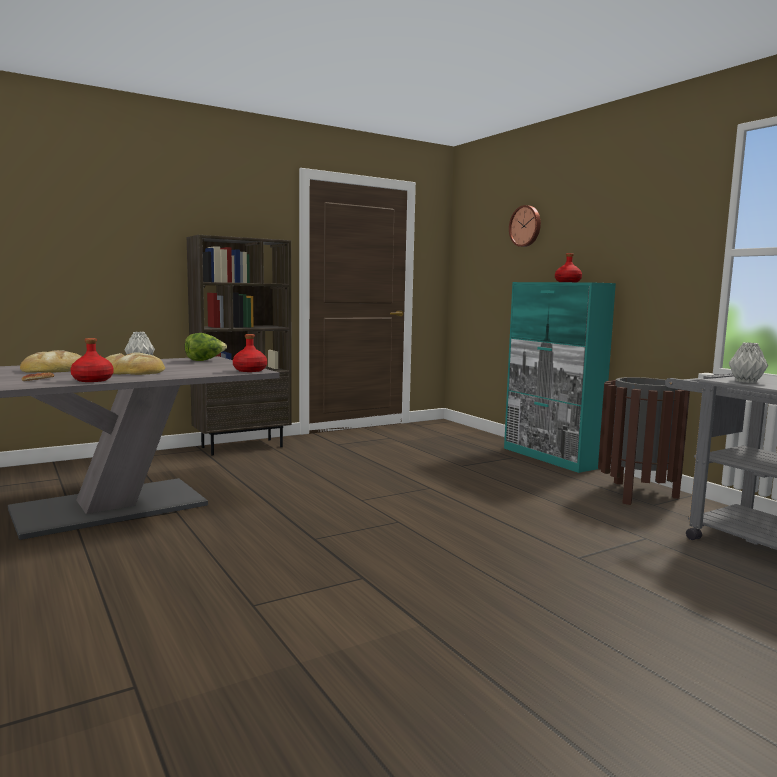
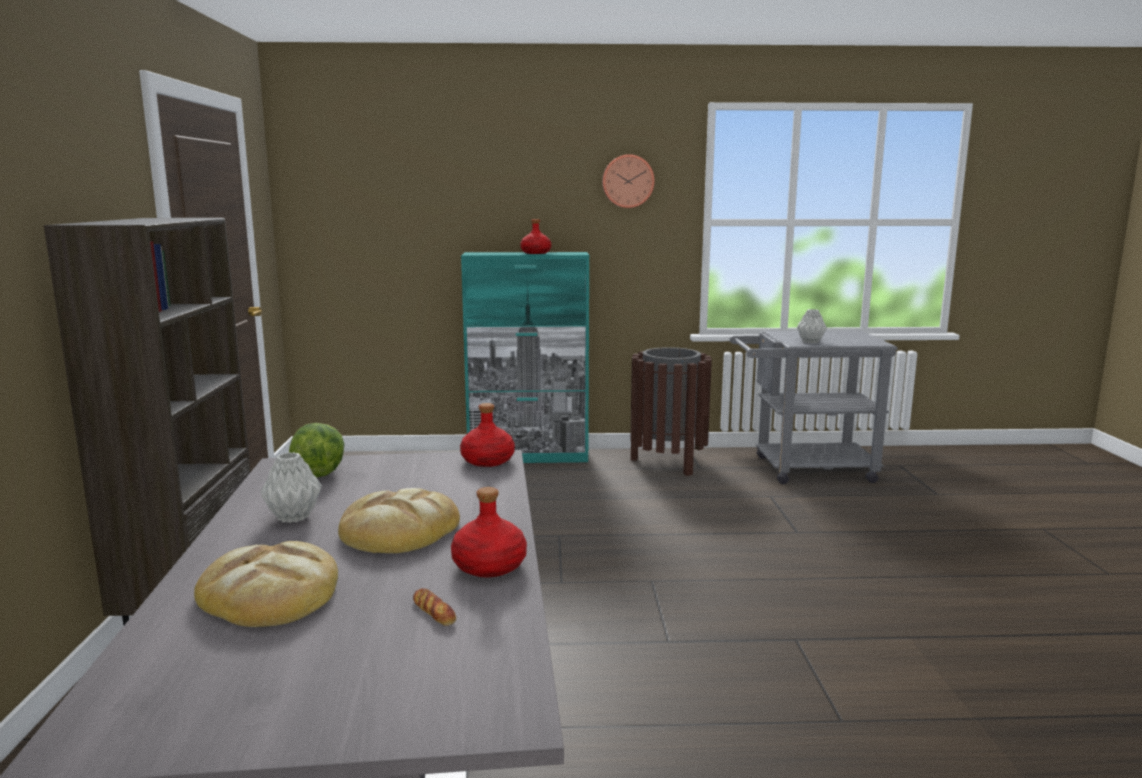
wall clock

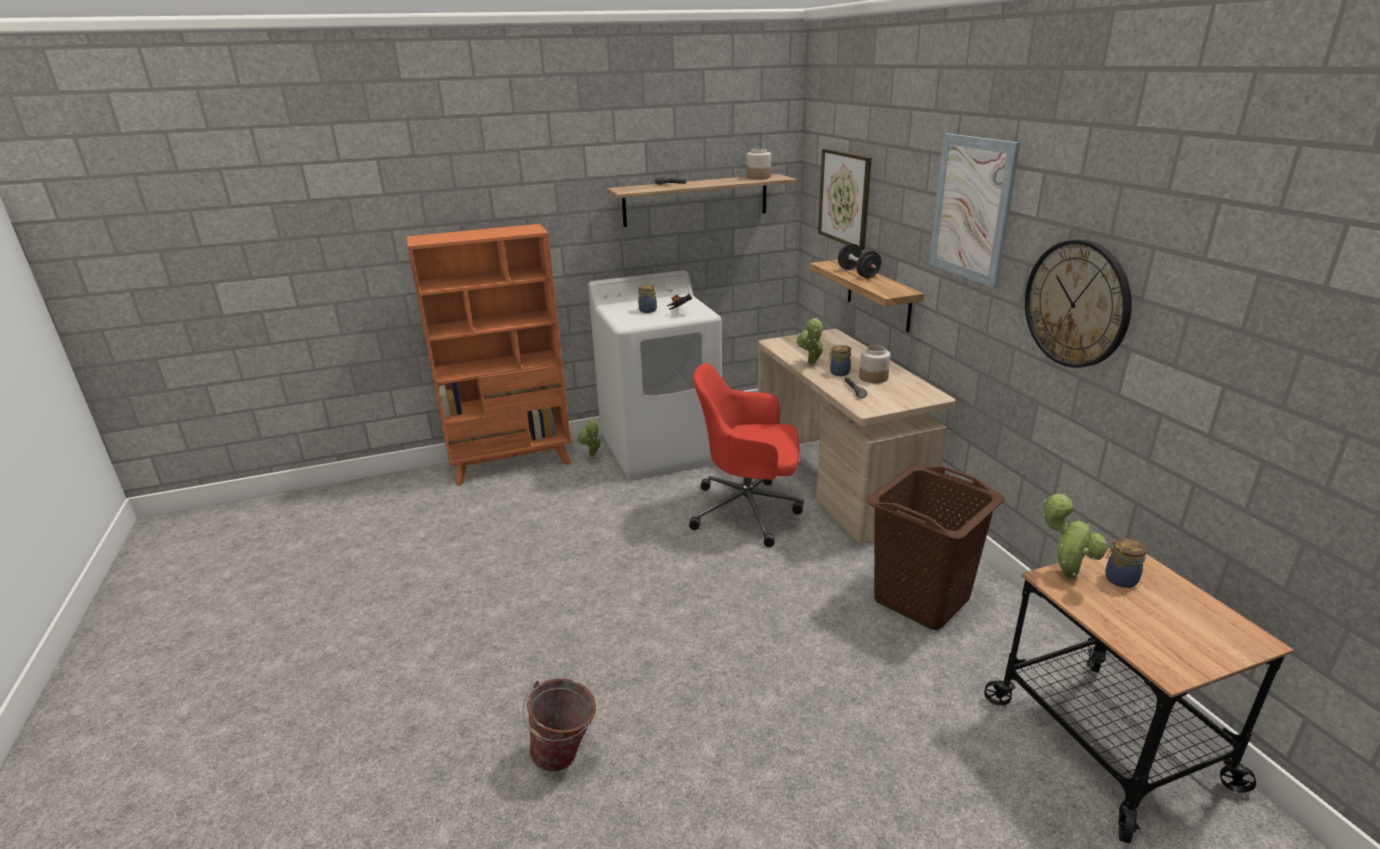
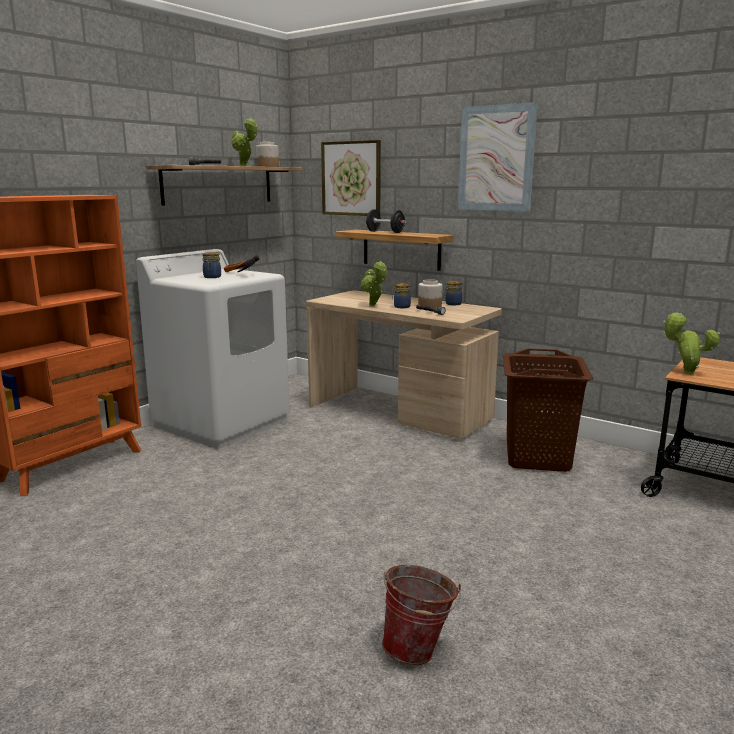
wall clock; office chair/red; potted plant (1st from left); jar (5th from left)

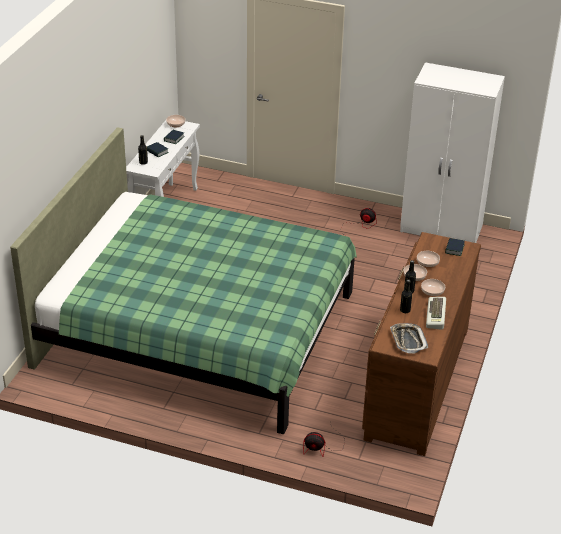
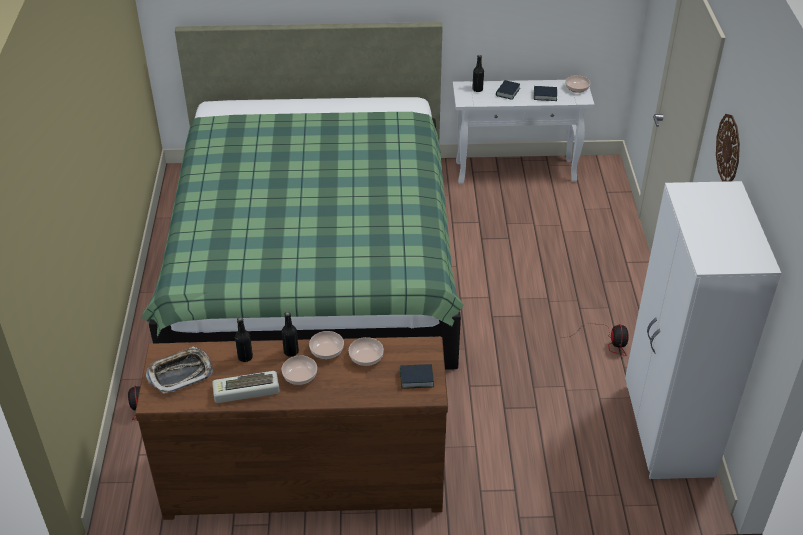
wall clock

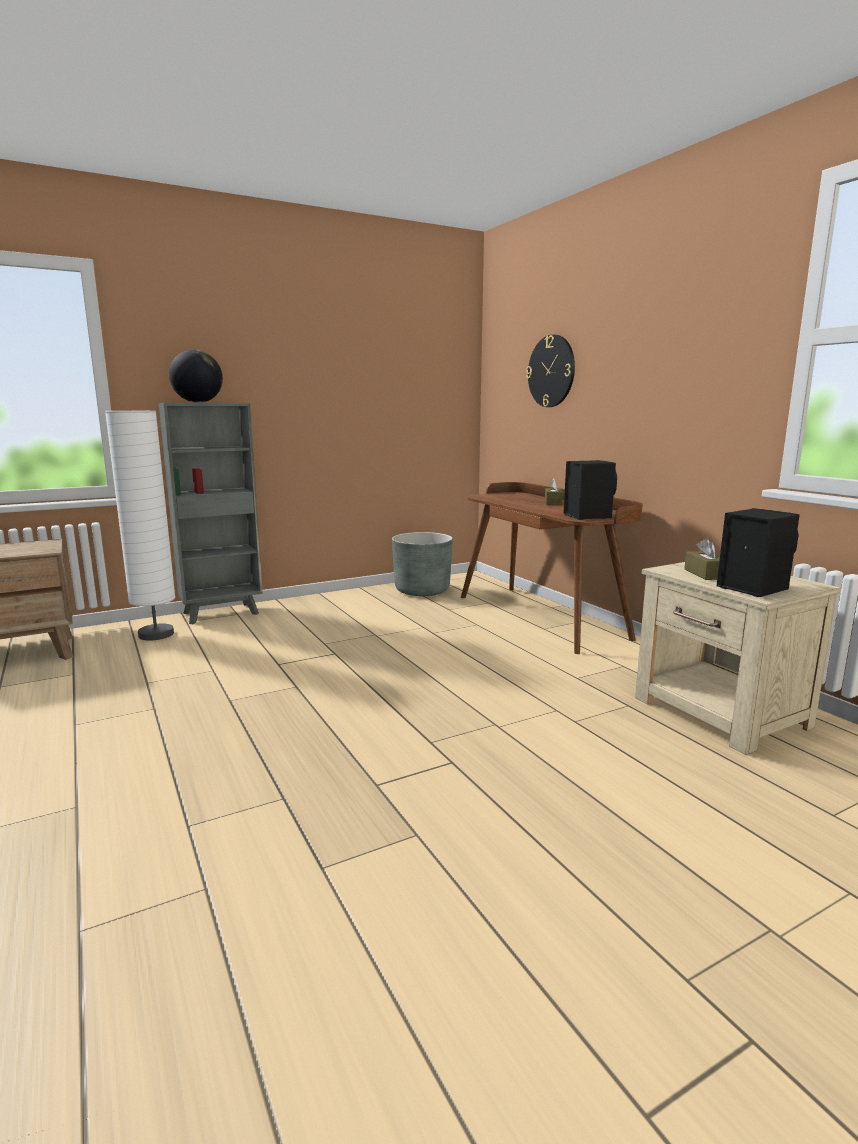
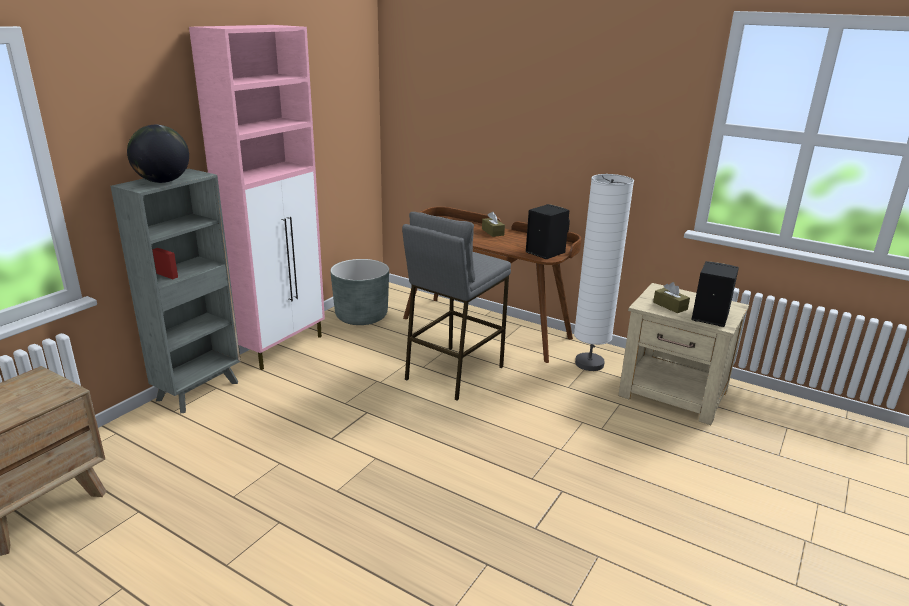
wall clock; floor lamp/white; cabinet/pink; stool/grey

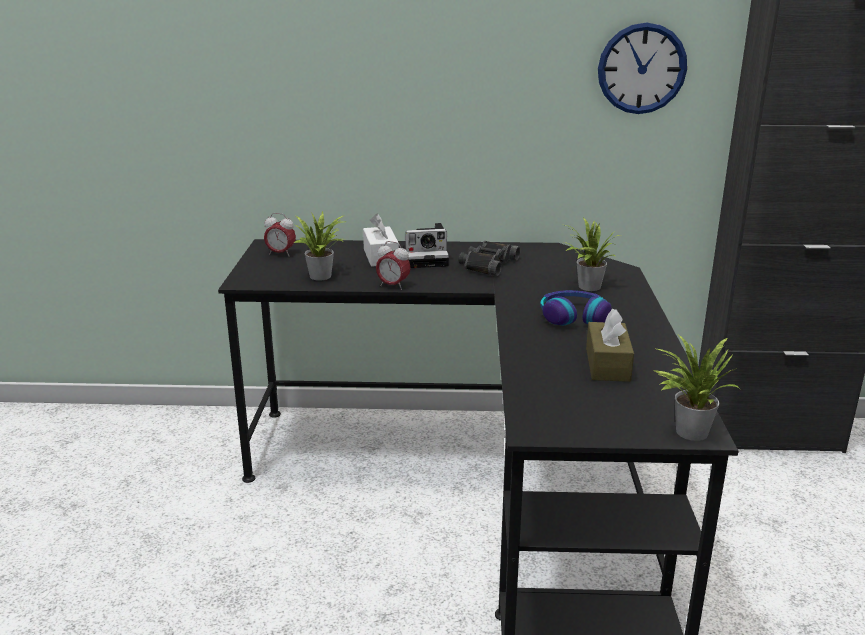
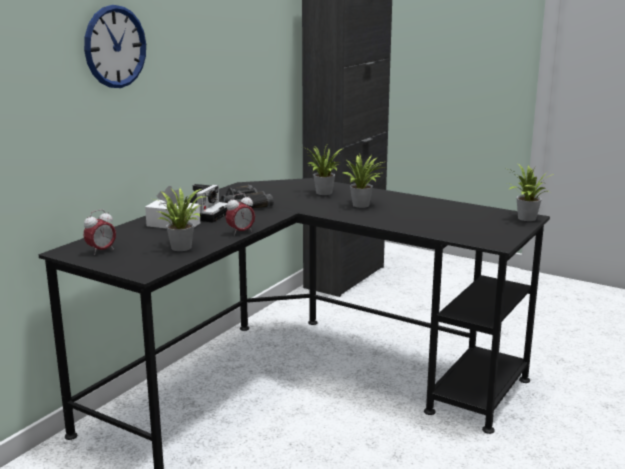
wall clock; potted plant (3rd from left); tissue box/brown

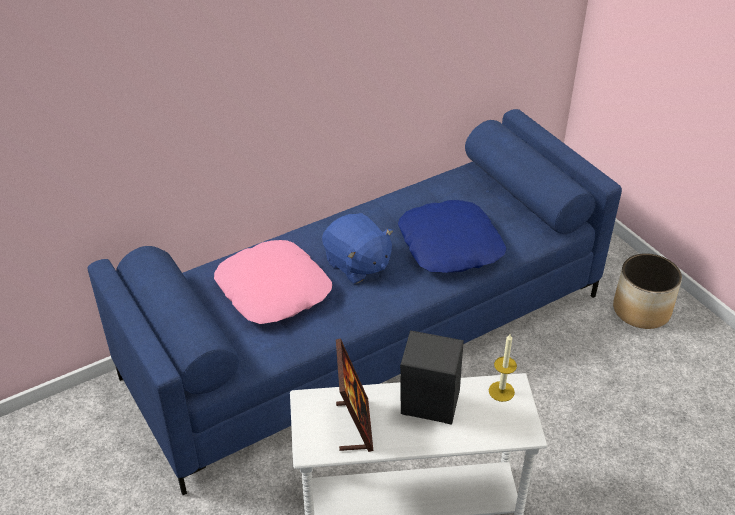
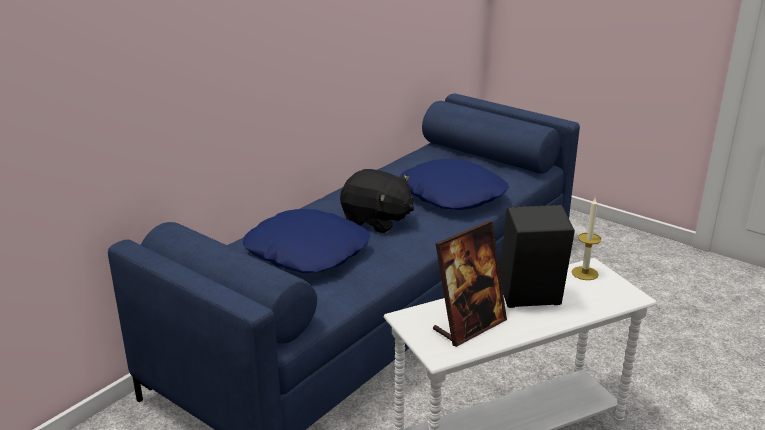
plush toy/black; pillow/blue (1st from left); planter; picture frame

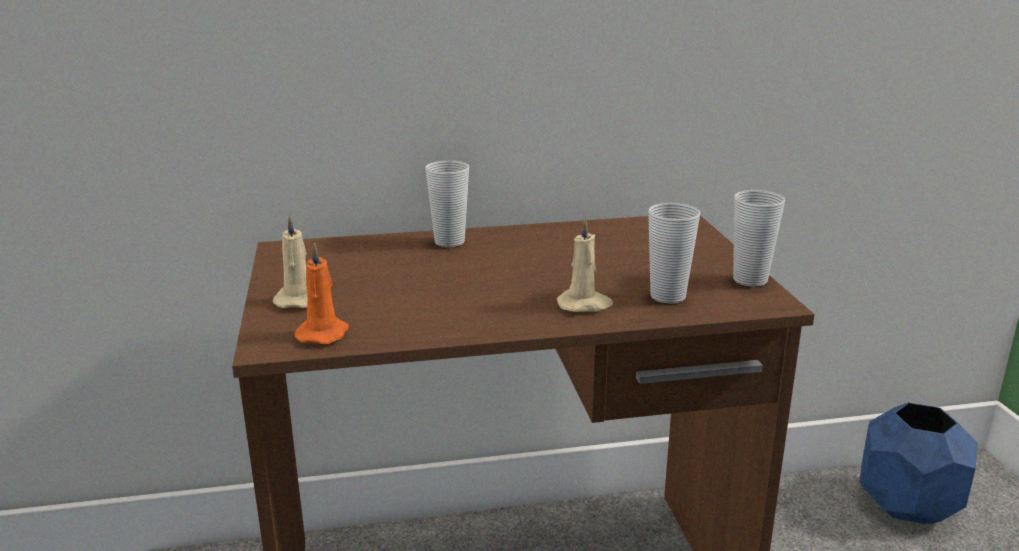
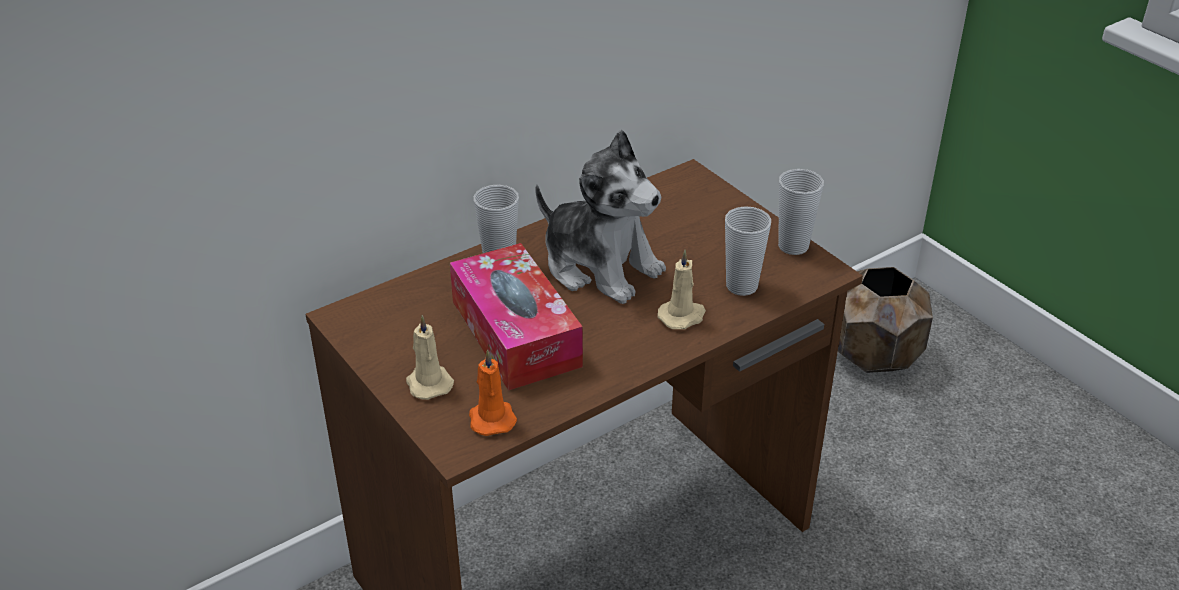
planter/brown; plush toy; tissue box

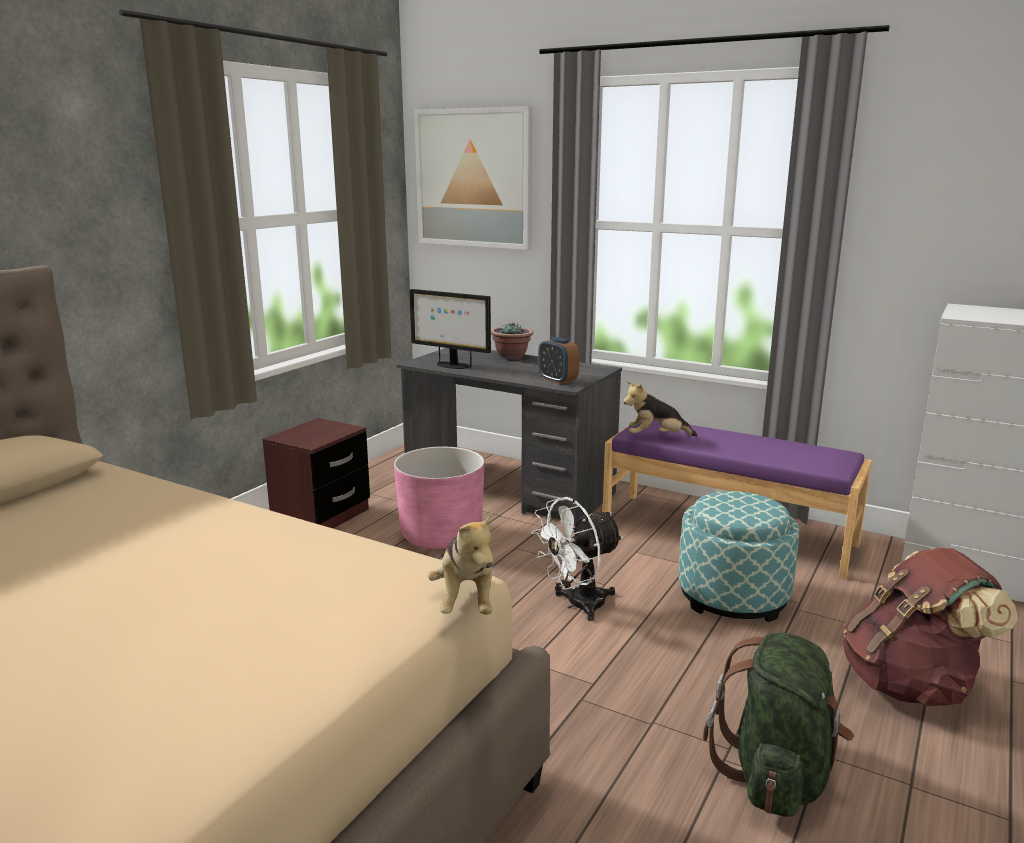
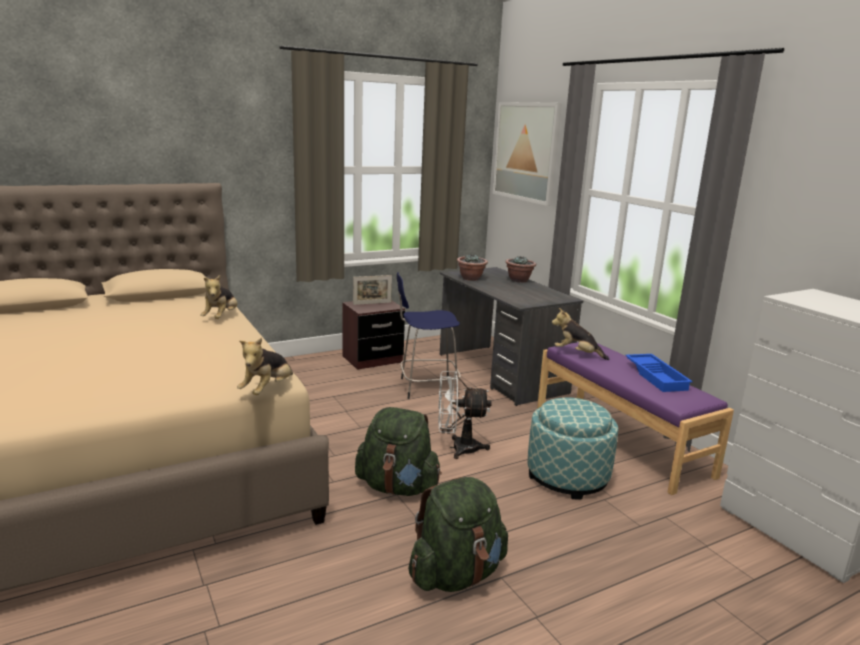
potted plant (1st from left); alarm clock; stool/blue; backpack/brown; plush toy (1st from left); picture frame; tray/blue; backpack/green (1st from left)

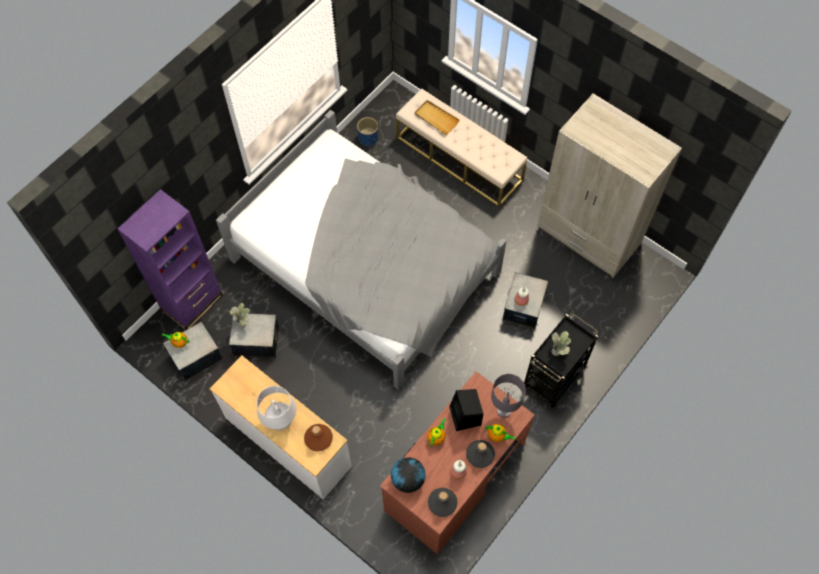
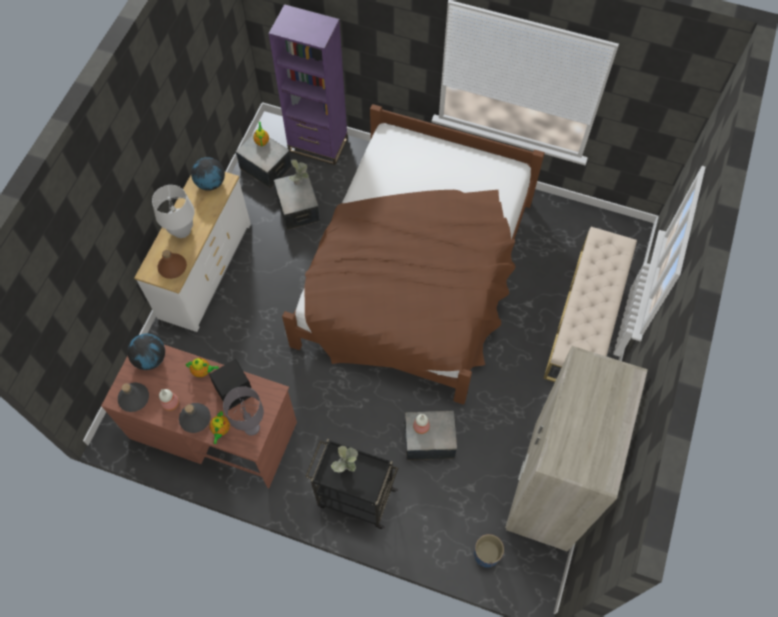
tray/beige; bed/brown; planter/blue; globe (2nd from left)

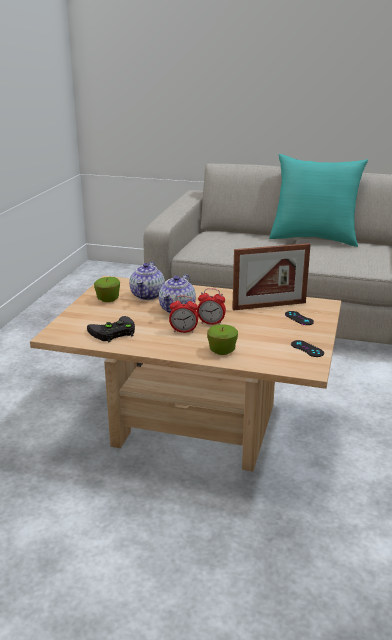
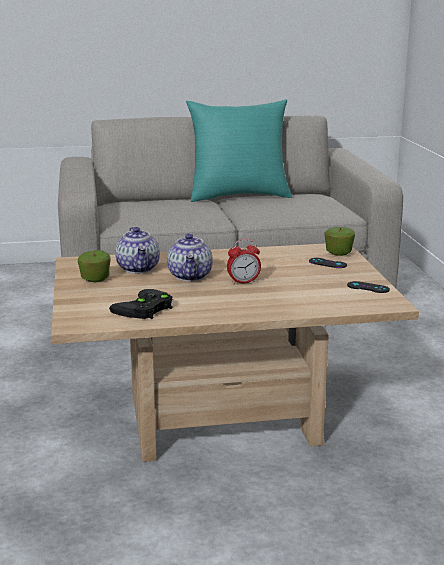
picture frame; alarm clock (1st from left in the first image); apple (2nd from left)

